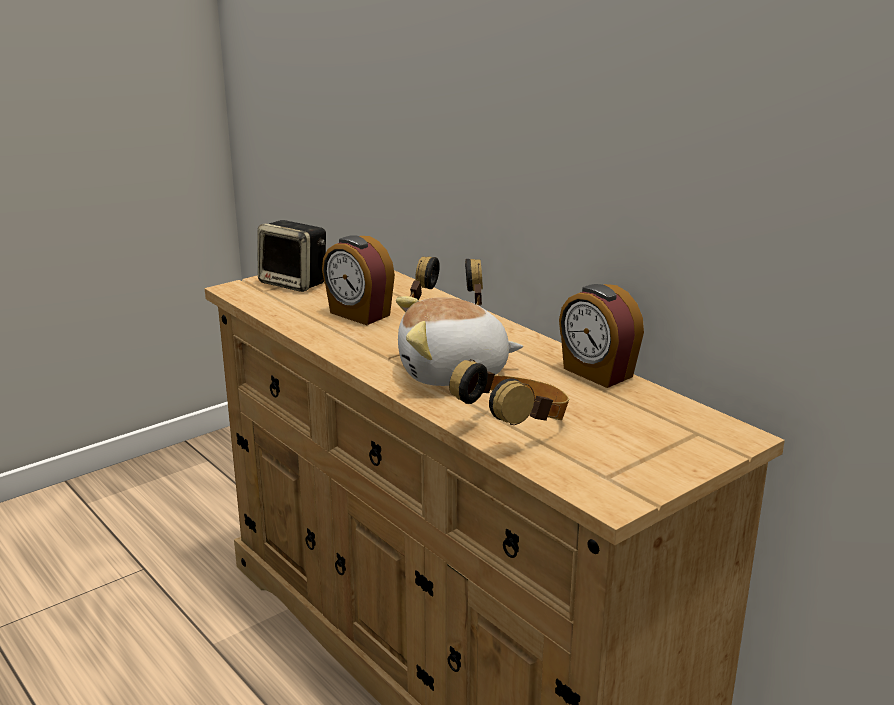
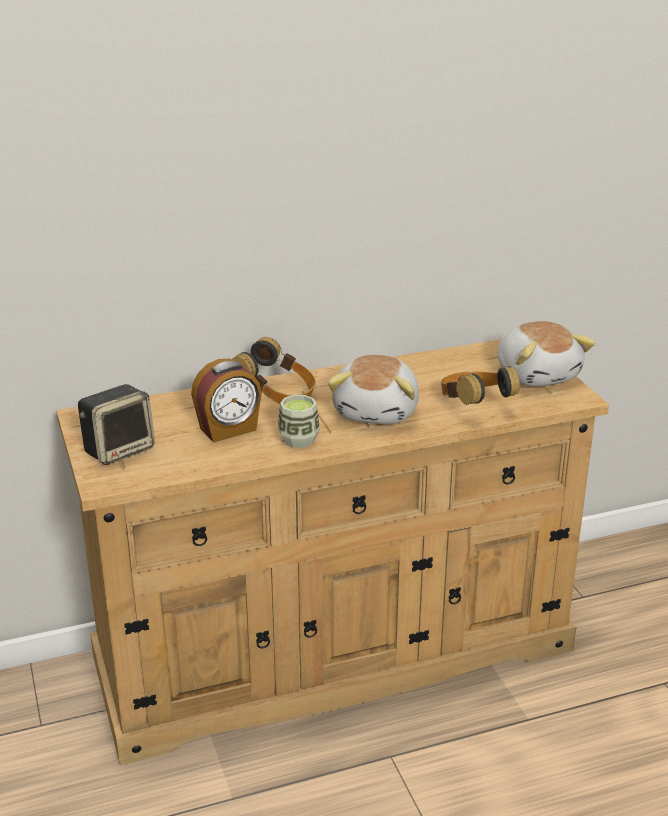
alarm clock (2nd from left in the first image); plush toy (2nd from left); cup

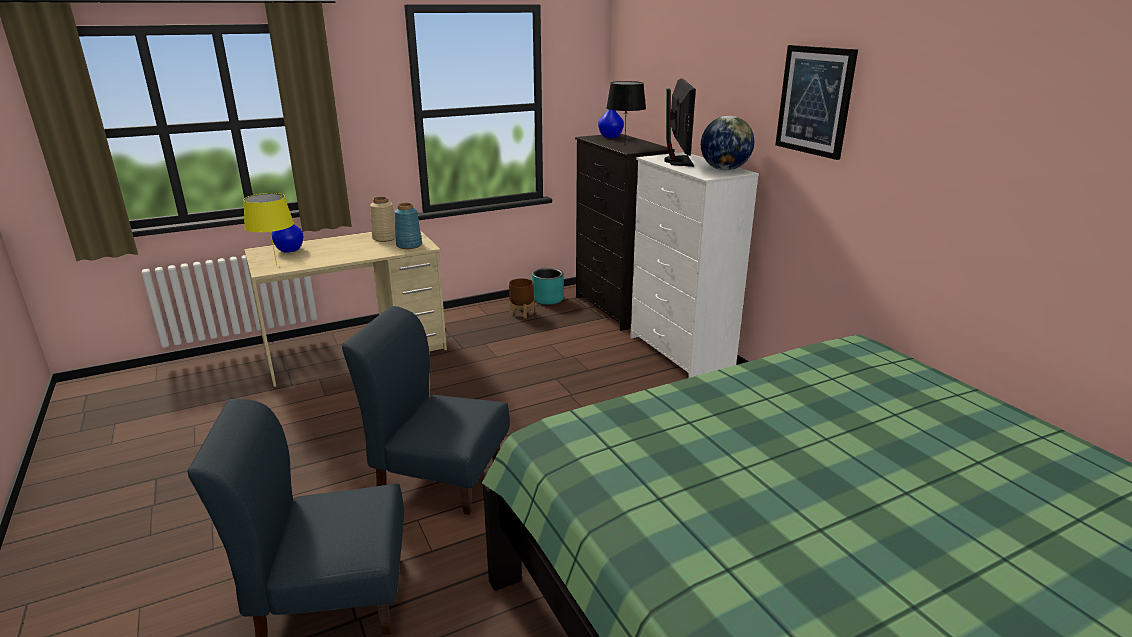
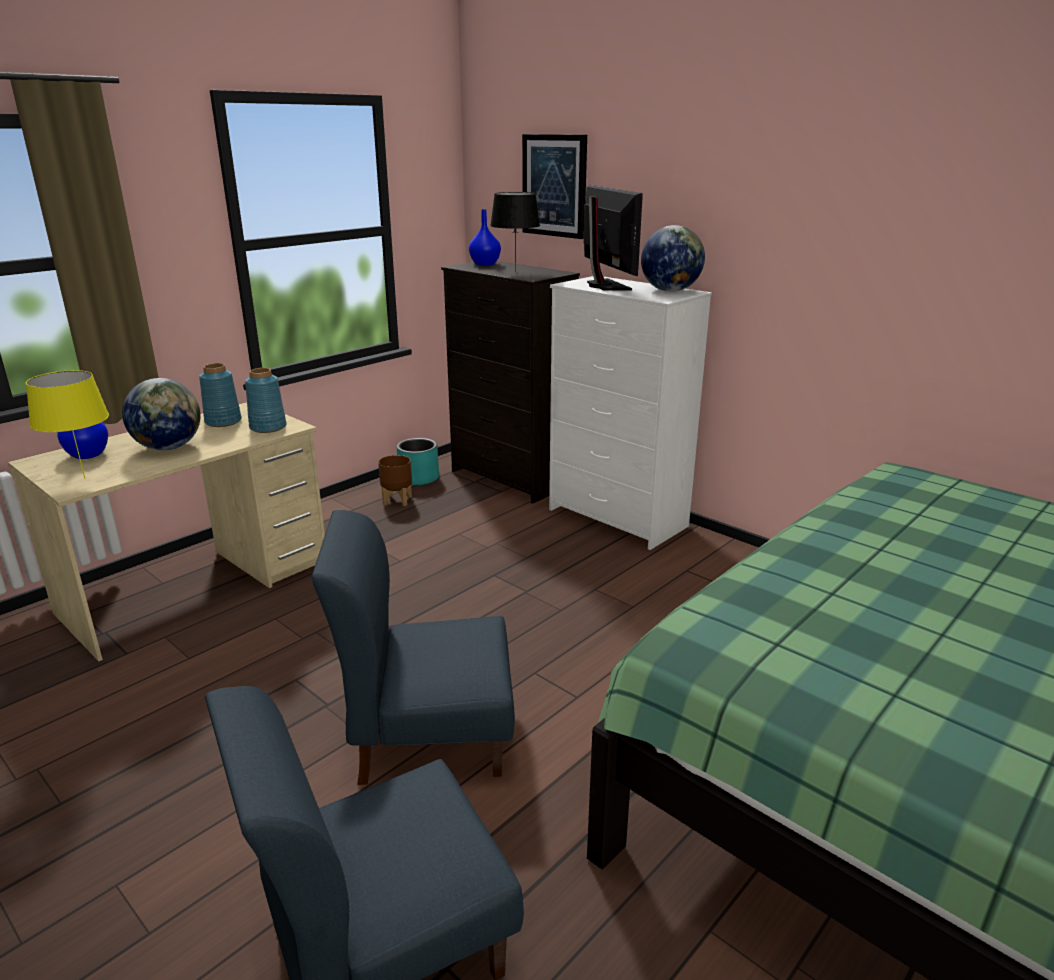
picture; vase/blue (2nd from left); globe (1st from left)

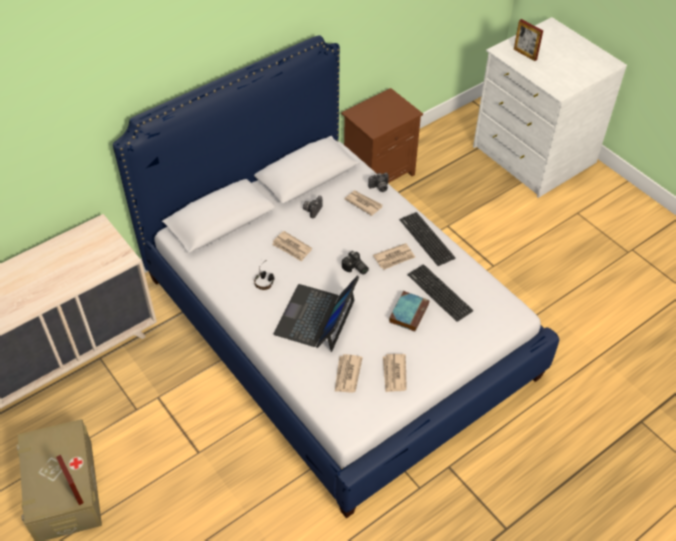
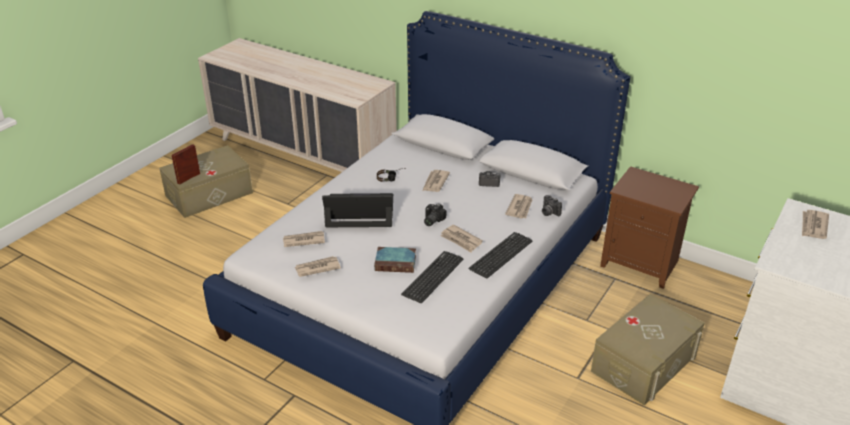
newspaper (6th from left); storage box/beige (2nd from left)

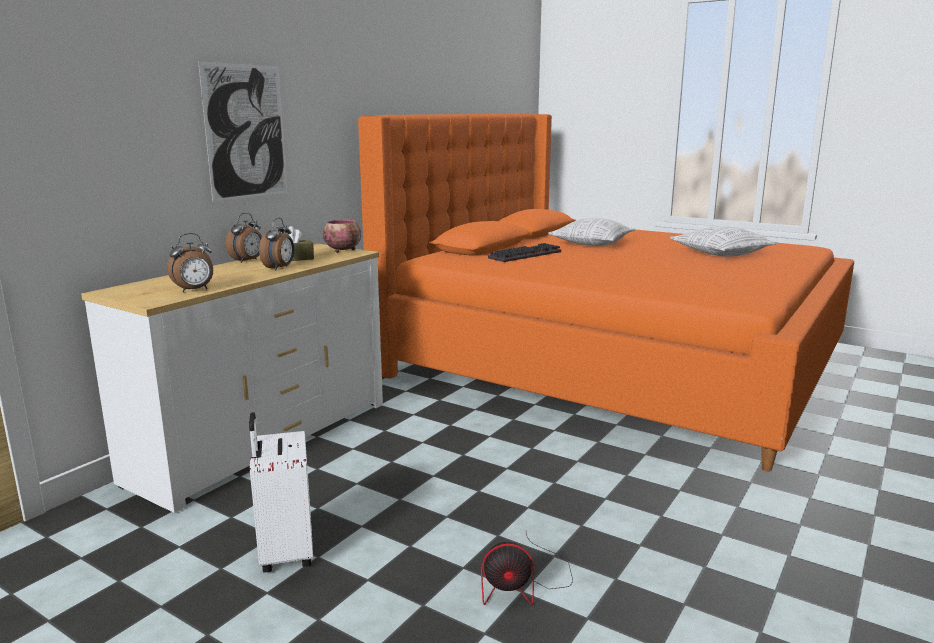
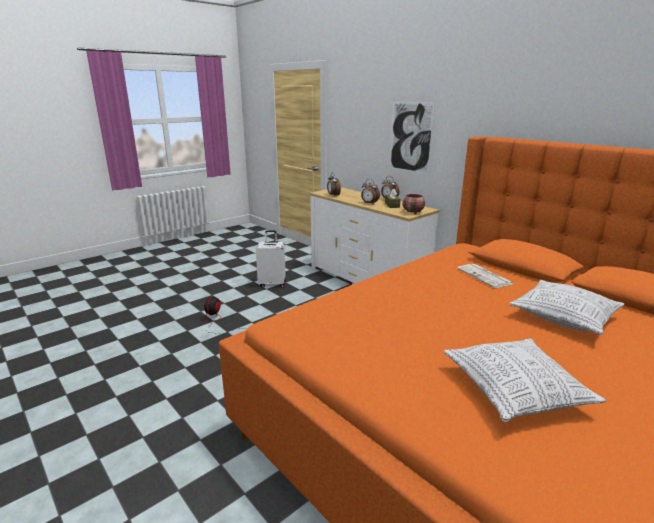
newspaper

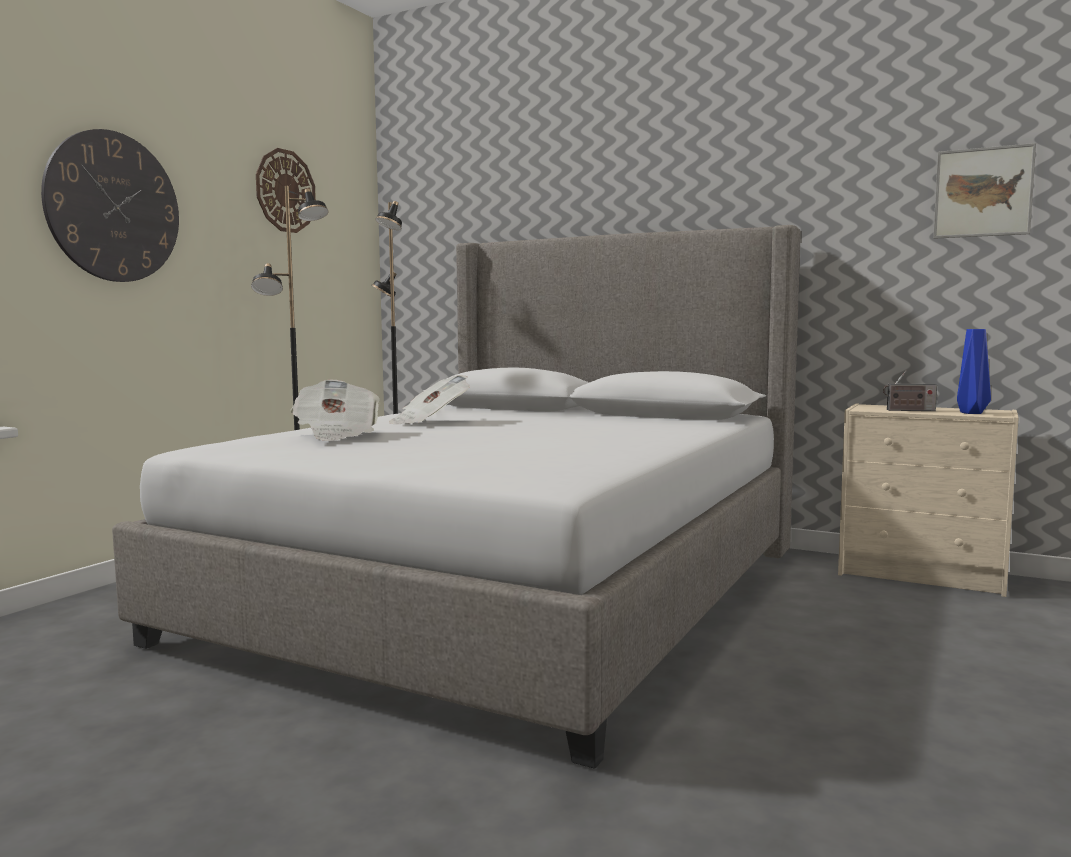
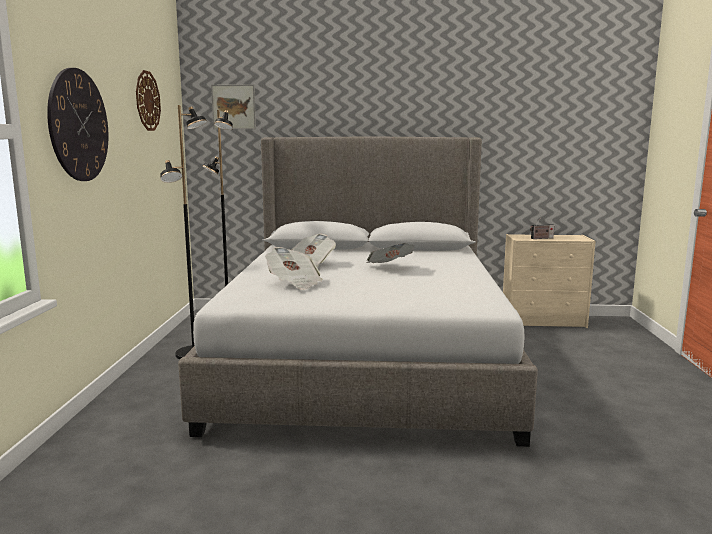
picture; vase/blue; newspaper (3rd from left)

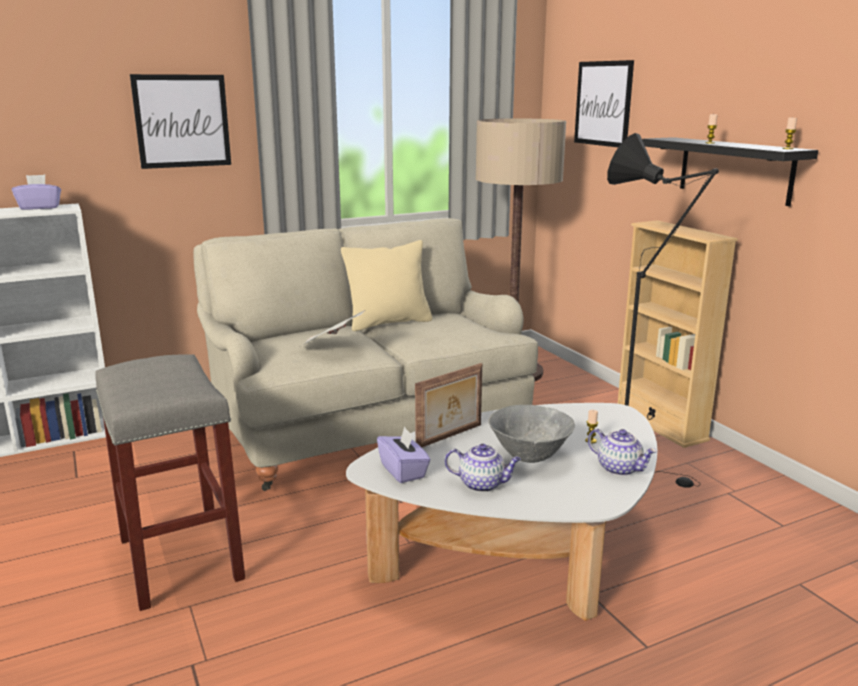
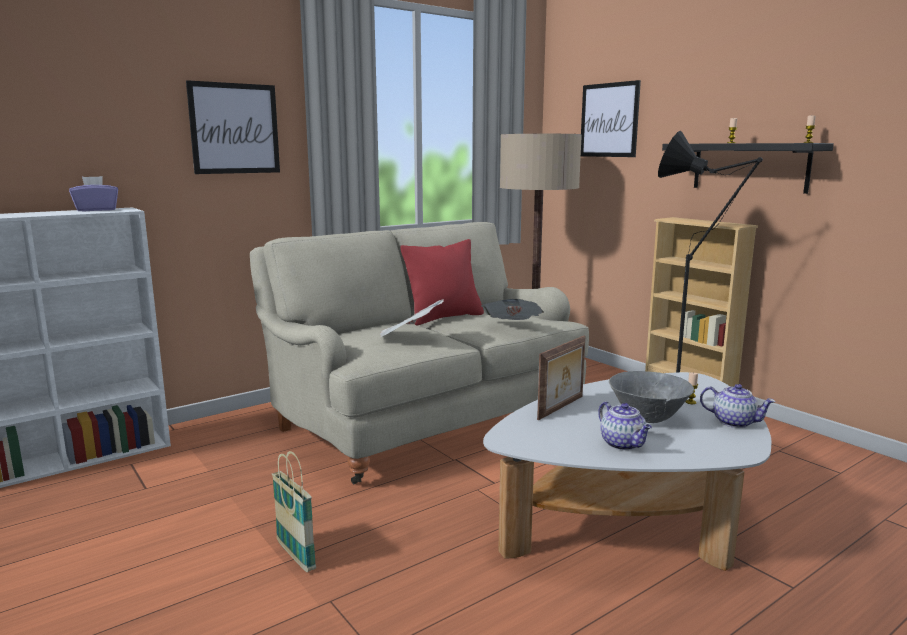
pillow/red; basket; tissue box/purple (2nd from left in the first image); teapot (1st from left); newspaper (2nd from left)

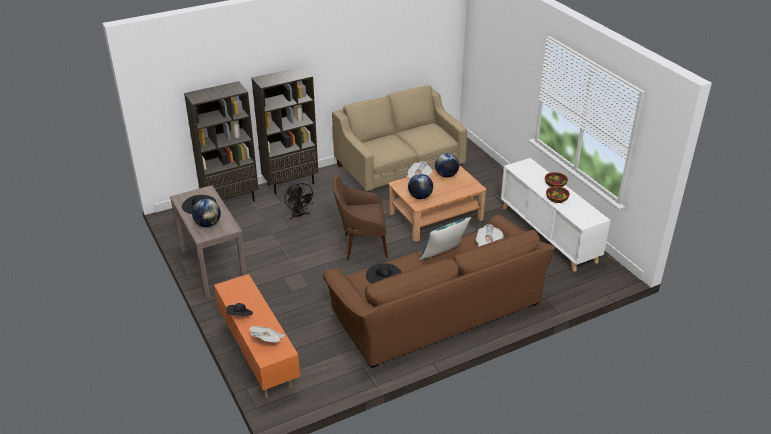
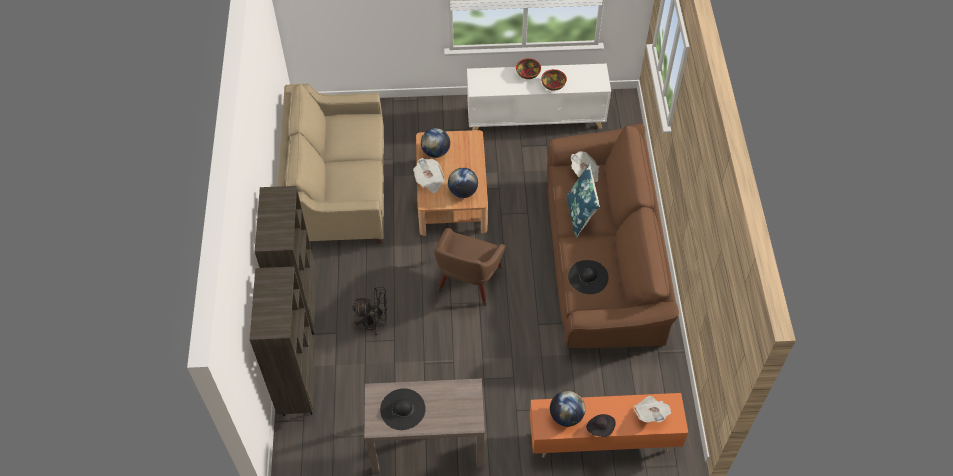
globe (3rd from left)

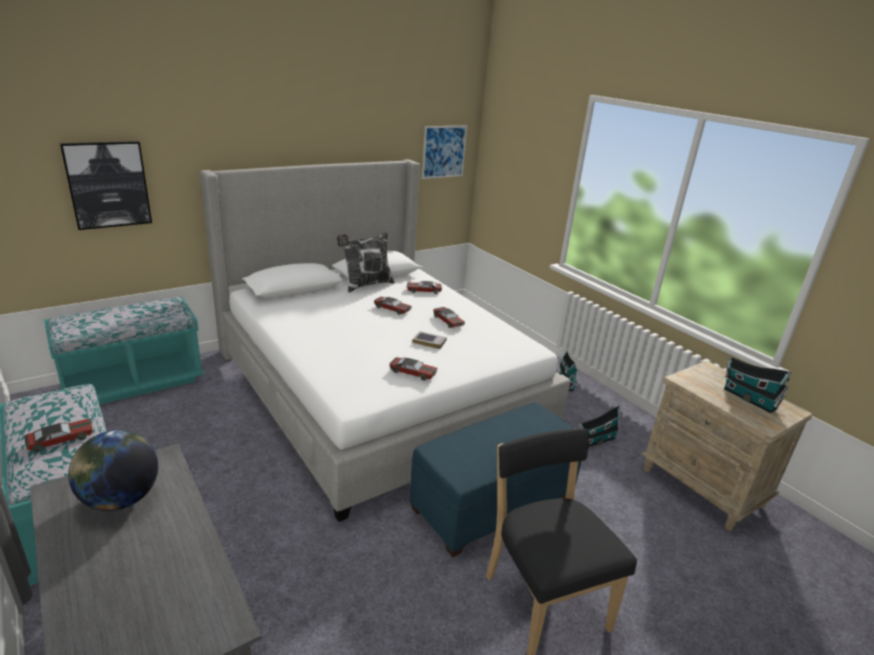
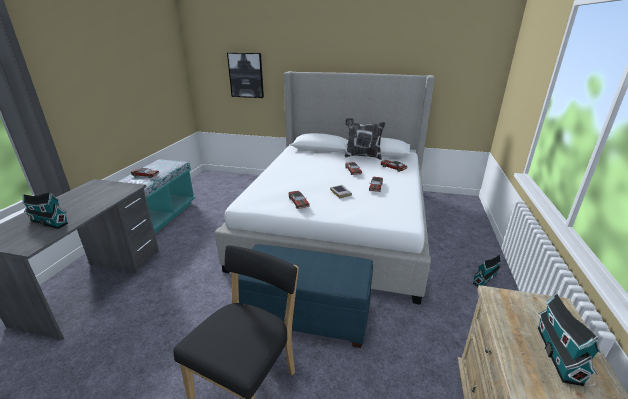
picture (2nd from left in the first image); bench/turquoise (2nd from left in the first image); toy house (1st from left); globe

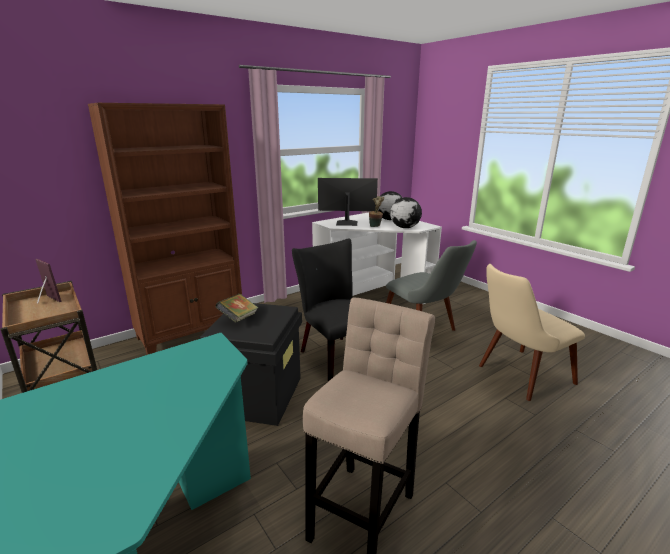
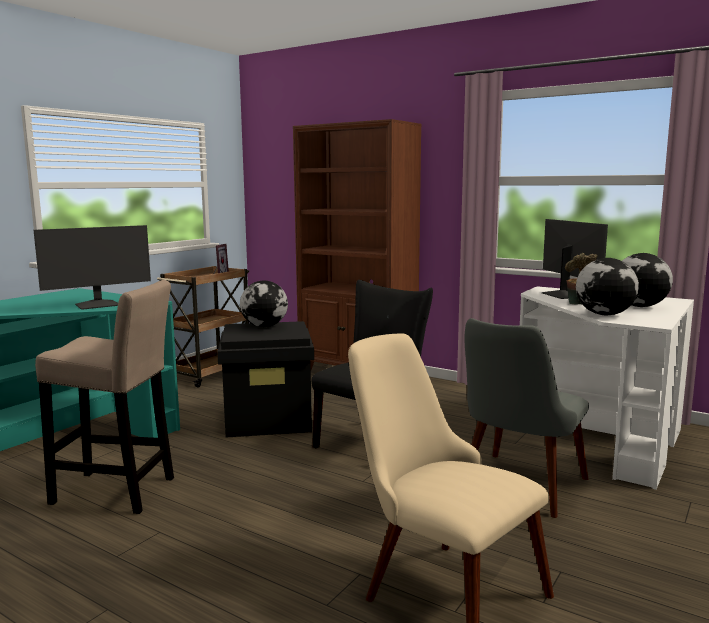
globe (1st from left); monitor (1st from left)

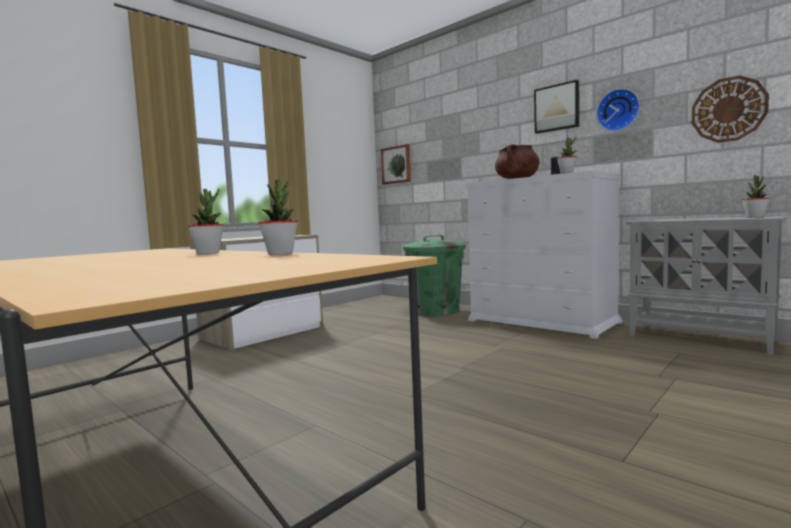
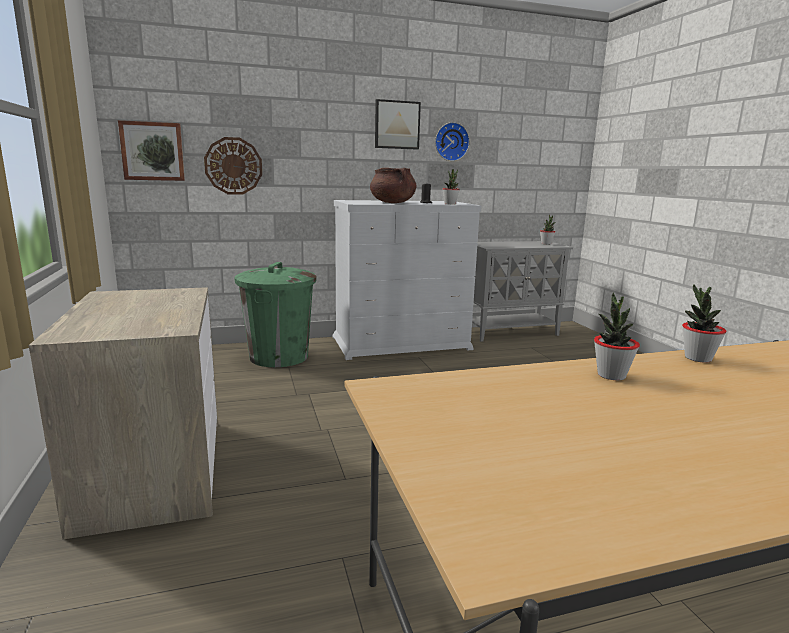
wall clock (1st from left)

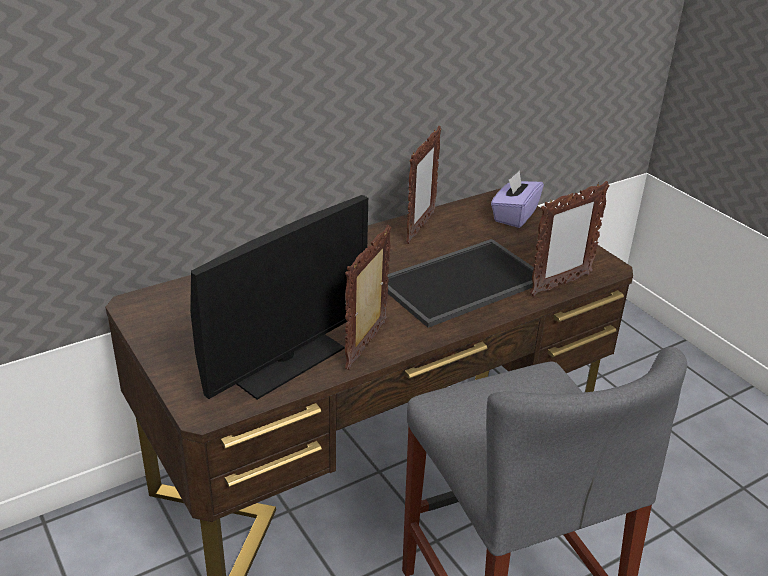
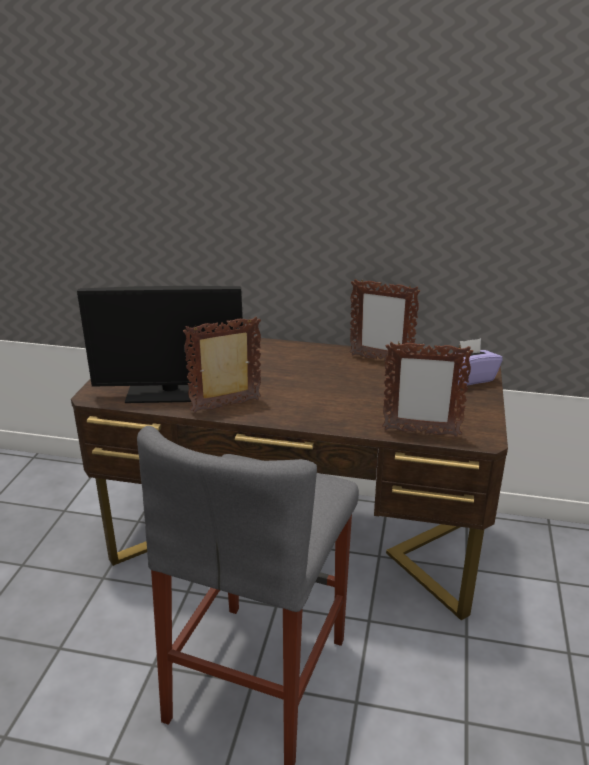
picture frame (2nd from left); tray

